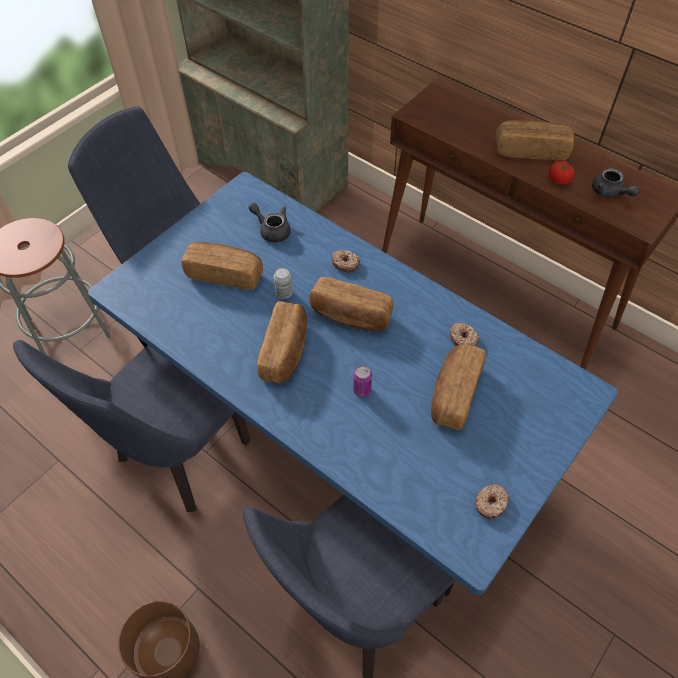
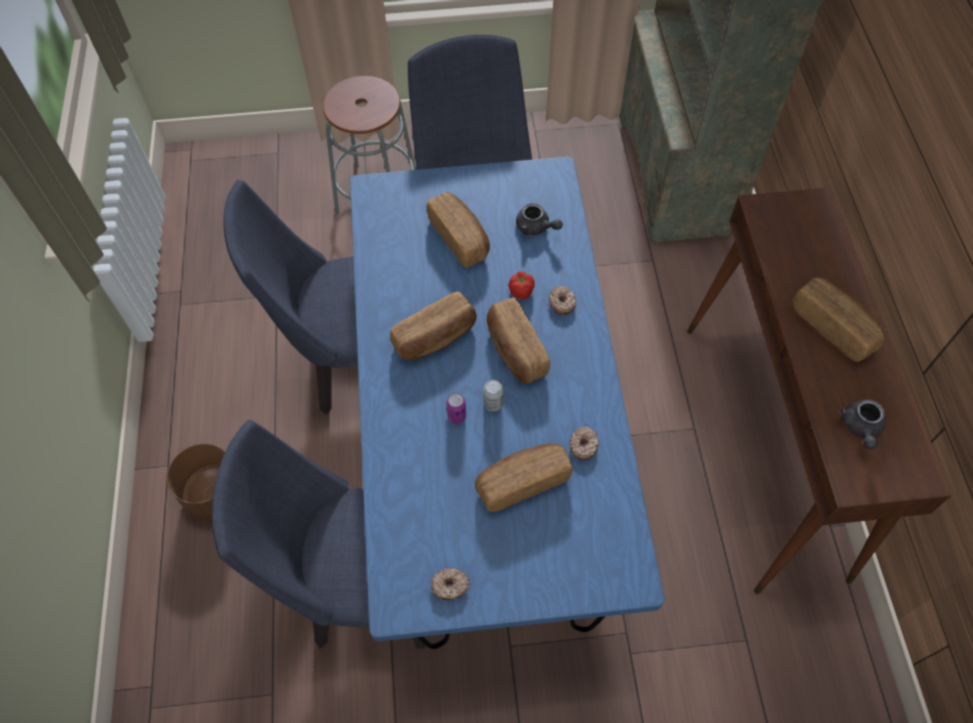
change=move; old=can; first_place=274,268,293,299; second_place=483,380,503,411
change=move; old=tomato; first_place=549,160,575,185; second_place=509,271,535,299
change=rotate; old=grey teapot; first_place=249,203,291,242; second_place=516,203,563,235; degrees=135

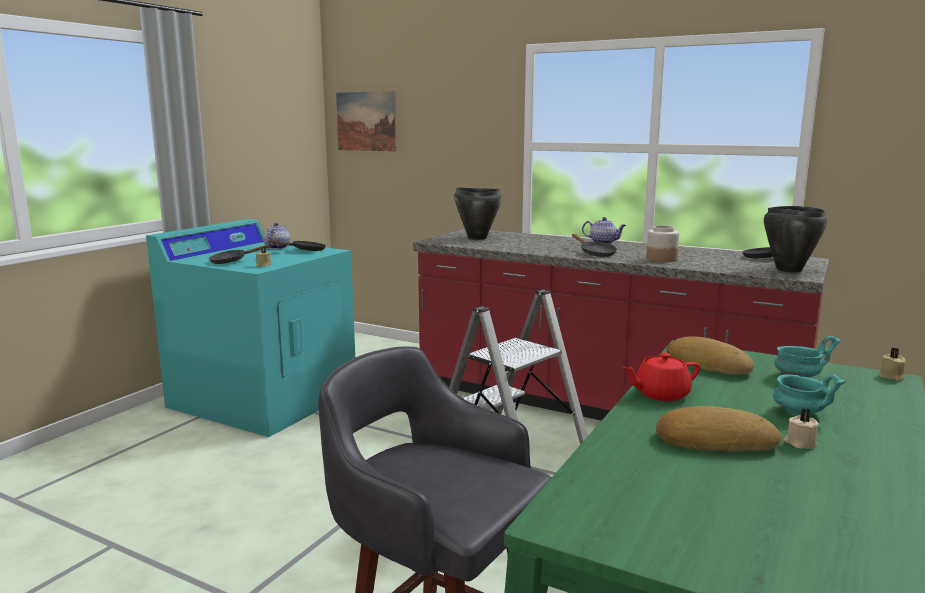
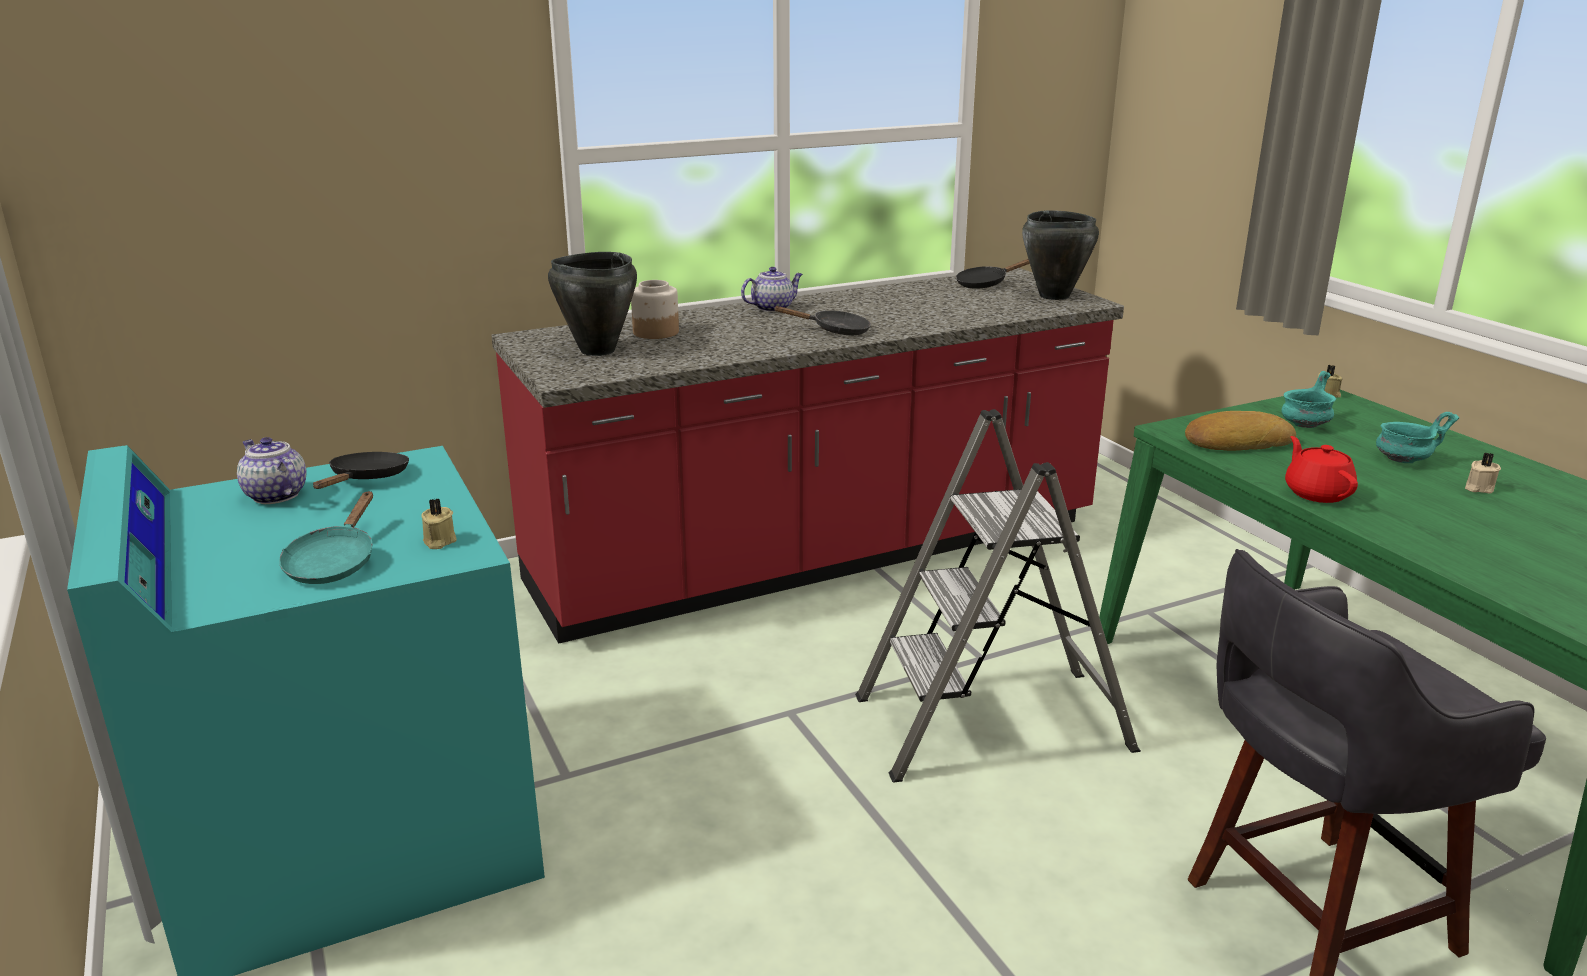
change=recolor; old=black frying pan; new=turquoise frying pan; first_place=209,244,271,264; second_place=279,491,373,584
change=move; old=jar; first_place=646,225,679,262; second_place=631,280,679,339
change=rotate; old=red teapot; first_place=623,353,700,401; second_place=1285,436,1358,503; degrees=150
change=delete; old=picture; first_place=336,91,397,152
change=delete; old=bread; first_place=656,406,781,452

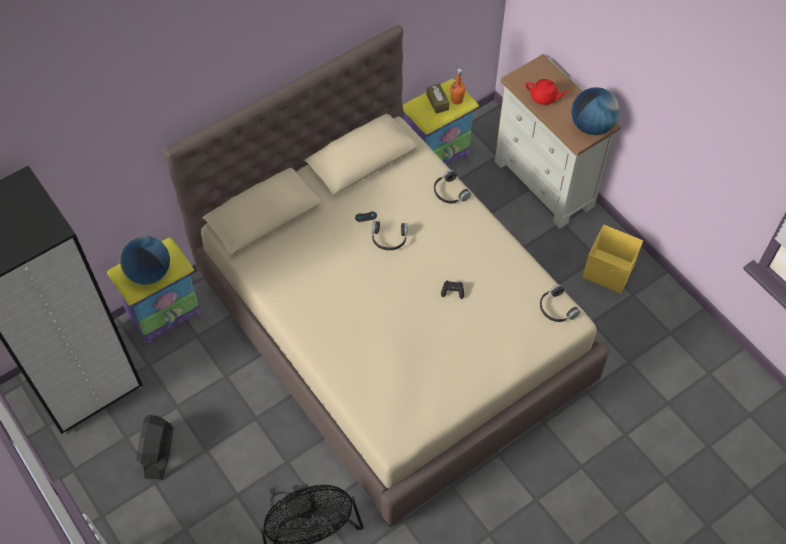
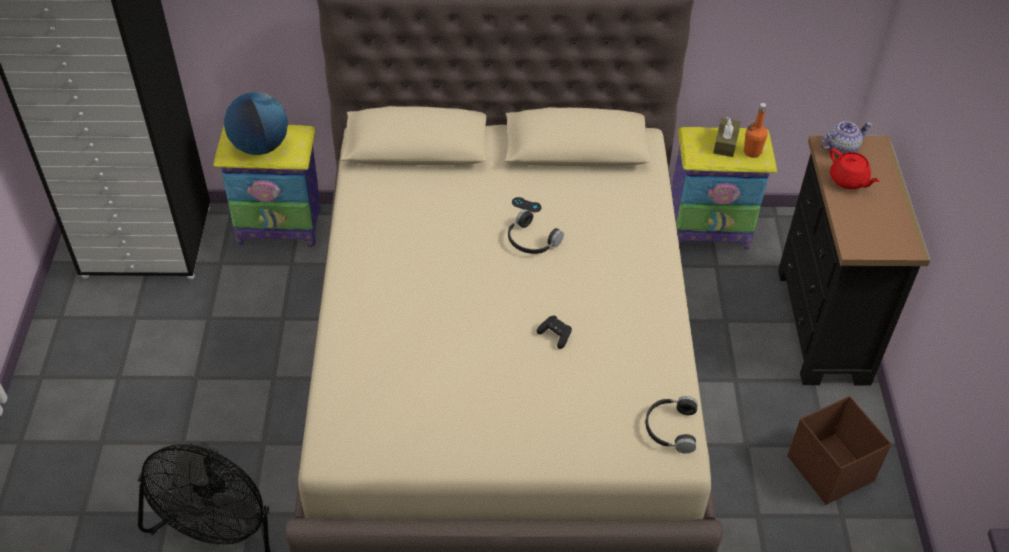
change=recolor; old=white dresser; new=black dresser; first_place=495,54,621,229; second_place=778,135,930,386
change=recolor; old=yellow storage box; new=brown storage box; first_place=582,225,643,293; second_place=788,396,892,505
change=insert; new=teapot; second_place=820,122,872,155
change=delete; old=black fan; first_place=136,415,173,480
change=delete; old=black headphones; first_place=434,170,471,204
change=delete; old=globe; first_place=571,87,620,135

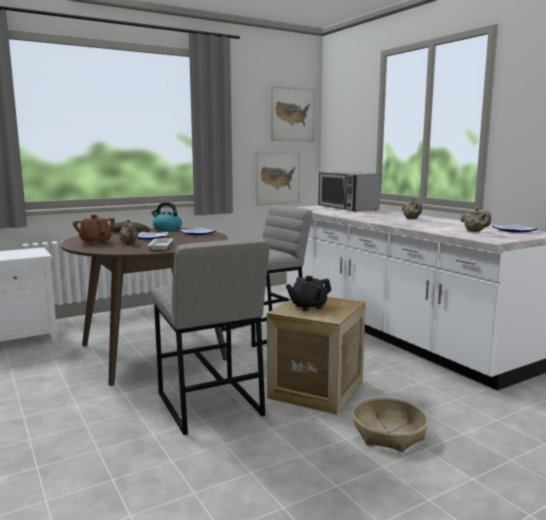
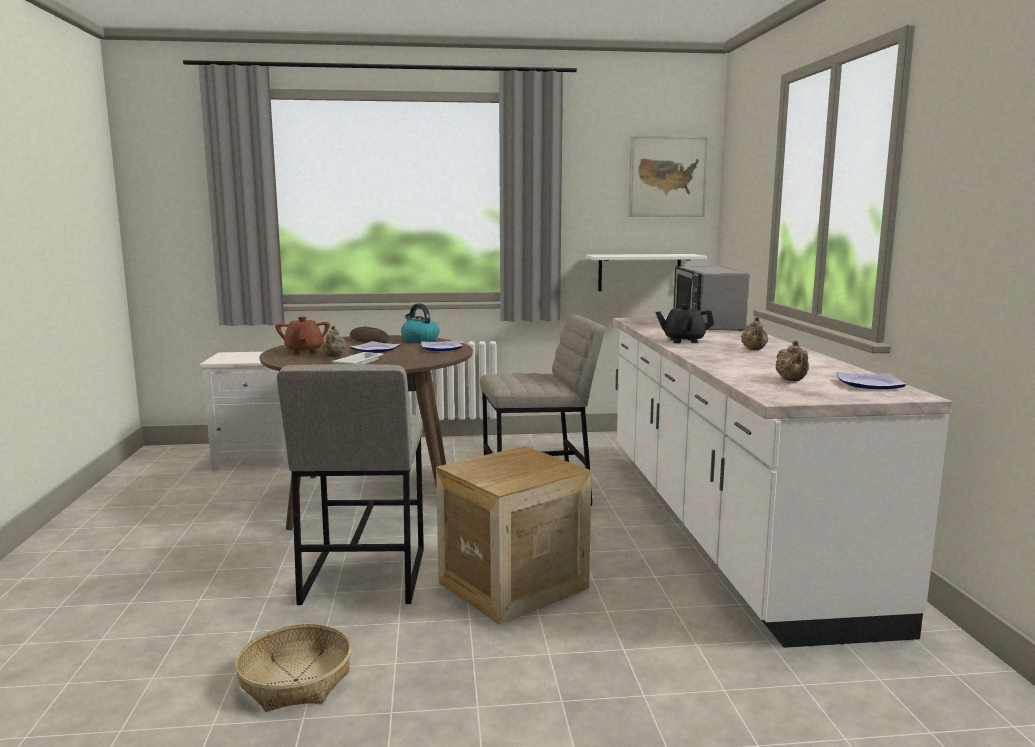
change=move; old=basket; first_place=353,398,428,452; second_place=235,624,352,712
change=replace; old=picture; new=white shelf; first_place=255,152,300,206; second_place=585,254,707,291
change=move; old=black teapot; first_place=286,276,331,311; second_place=655,304,714,343

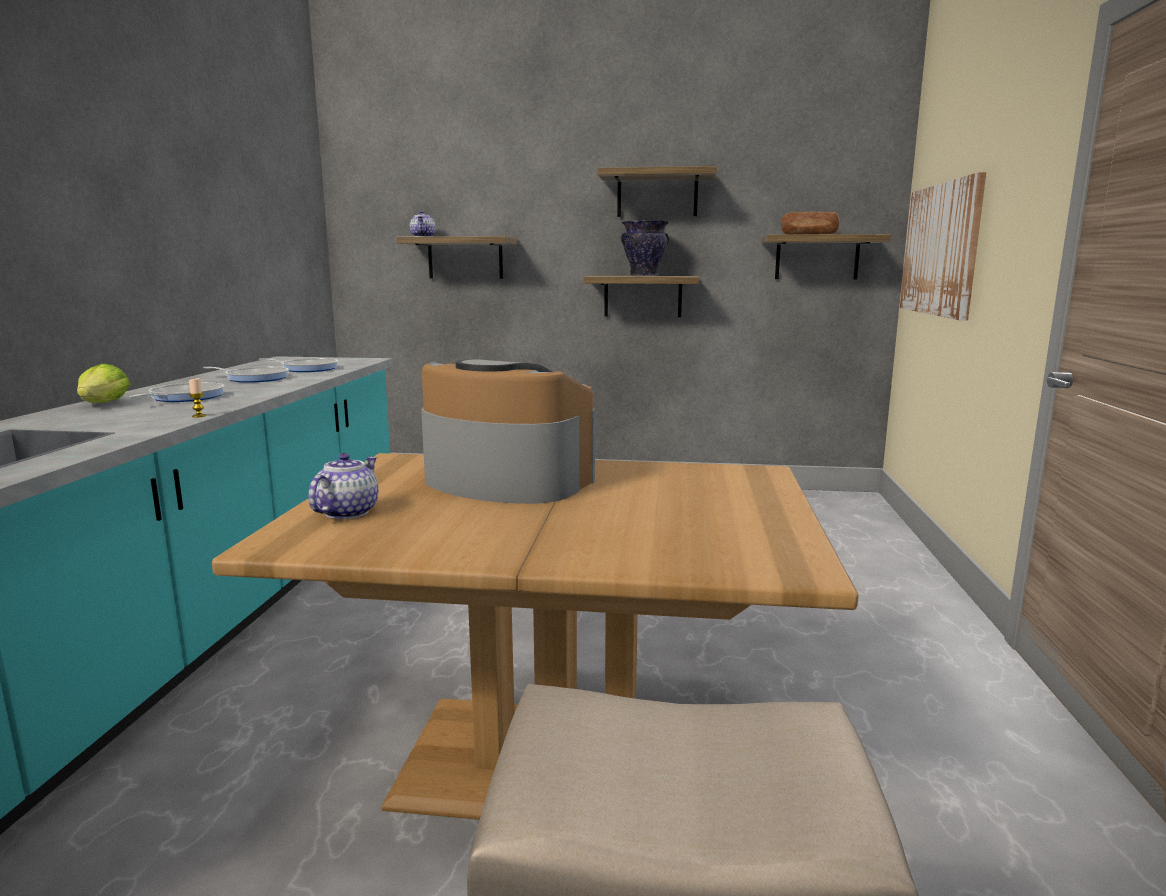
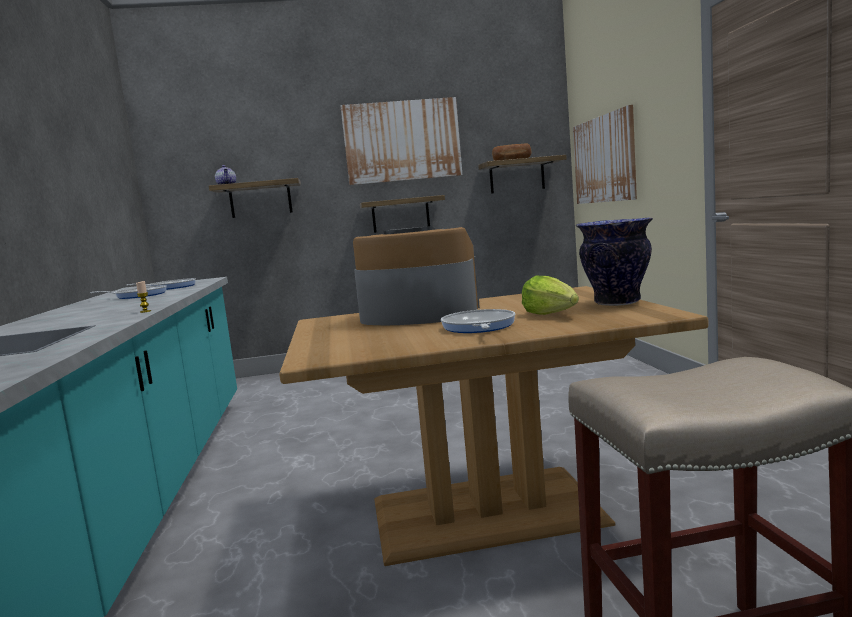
change=replace; old=shelf; new=picture; first_place=597,166,717,217; second_place=340,97,462,185
change=move; old=frying pan; first_place=129,382,224,402; second_place=441,309,515,333
change=move; old=lettuce; first_place=77,364,130,403; second_place=522,276,579,315
change=move; old=vase; first_place=621,220,669,276; second_place=576,217,653,306
change=delete; old=teapot; first_place=308,453,379,519

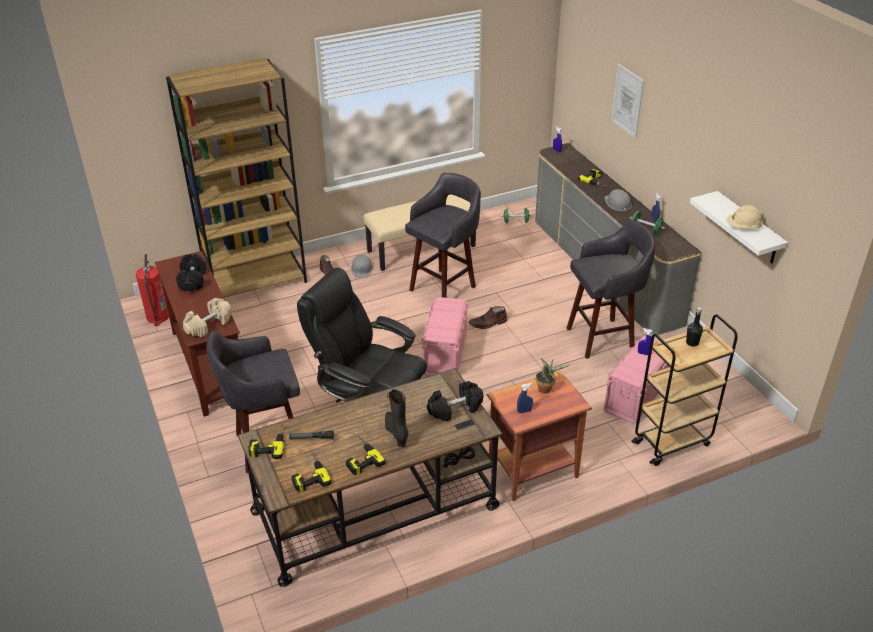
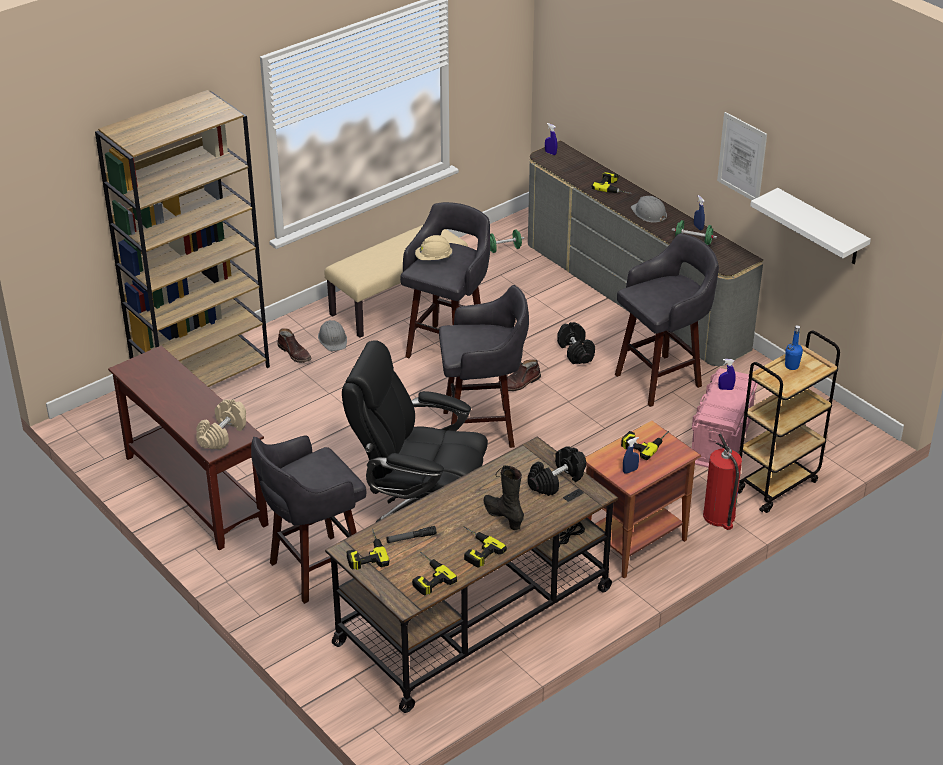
change=move; old=beige hard hat; first_place=727,205,763,228; second_place=415,235,453,260
change=replace; old=pink storage box; new=grey stool; first_place=421,297,469,377; second_place=439,285,529,448
change=move; old=black dumbbell; first_place=176,254,206,291; second_place=557,322,595,364
change=replace; old=potted plant; new=power drill; first_place=536,358,570,394; second_place=621,431,669,460
change=move; old=fire extinguisher; first_place=136,254,169,326; second_place=703,434,742,530
change=move; old=picture; first_place=611,64,644,139; second_place=717,112,767,200
change=recolor; old=black bottle; new=blue bottle; first_place=686,307,703,347; second_place=785,325,803,370

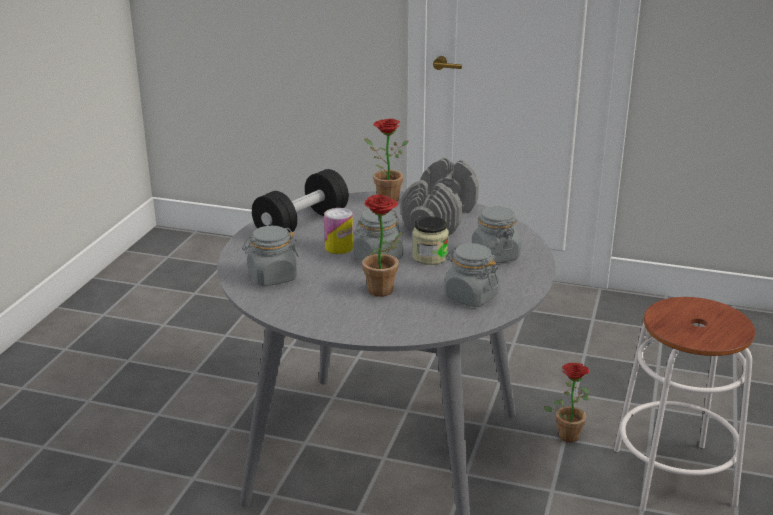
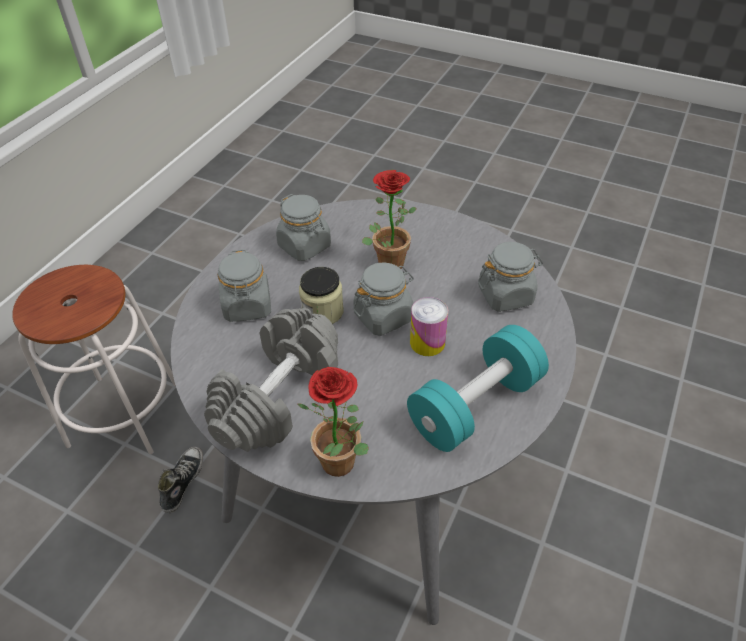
change=replace; old=potted plant; new=shoe; first_place=543,363,590,442; second_place=158,447,203,513
change=recolor; old=black dumbbell; new=turquoise dumbbell; first_place=252,169,349,232; second_place=407,325,549,452

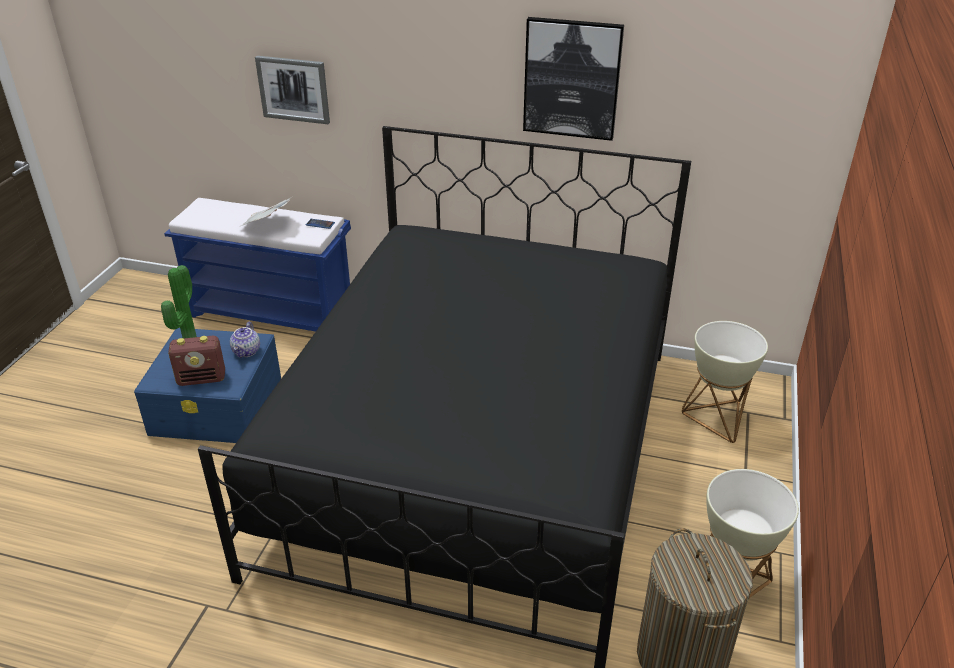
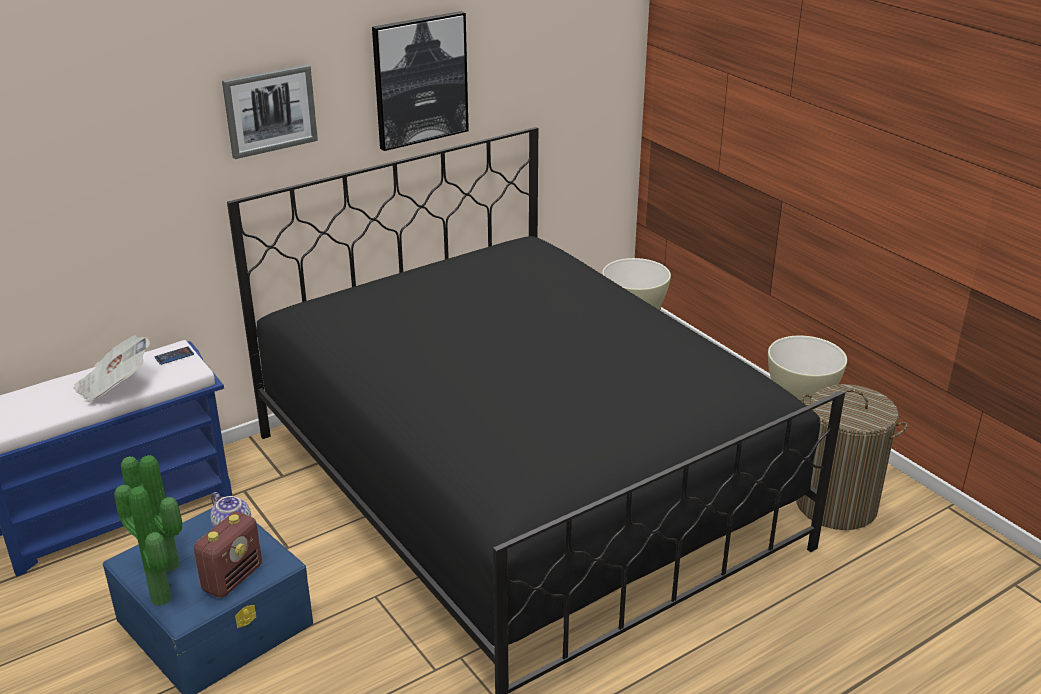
change=insert; new=potted plant; second_place=114,485,171,606
change=move; old=picture; first_place=255,56,330,124; second_place=222,64,318,159

